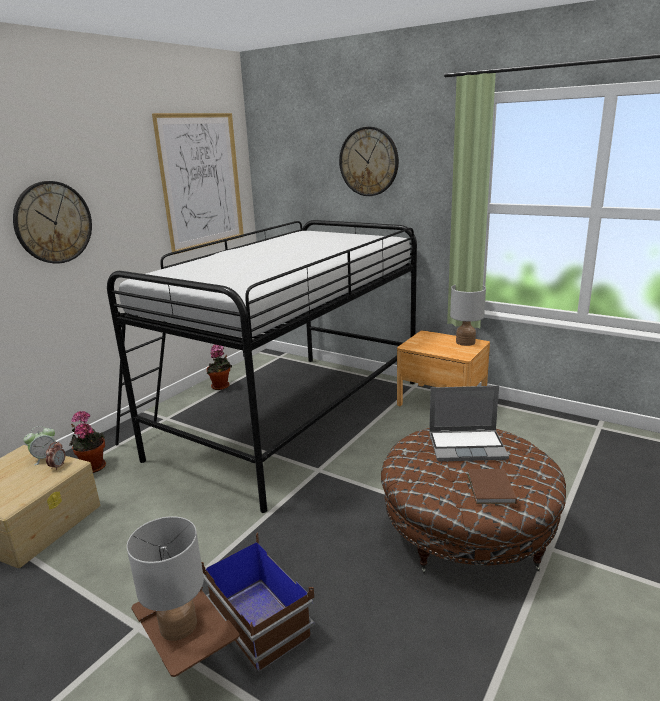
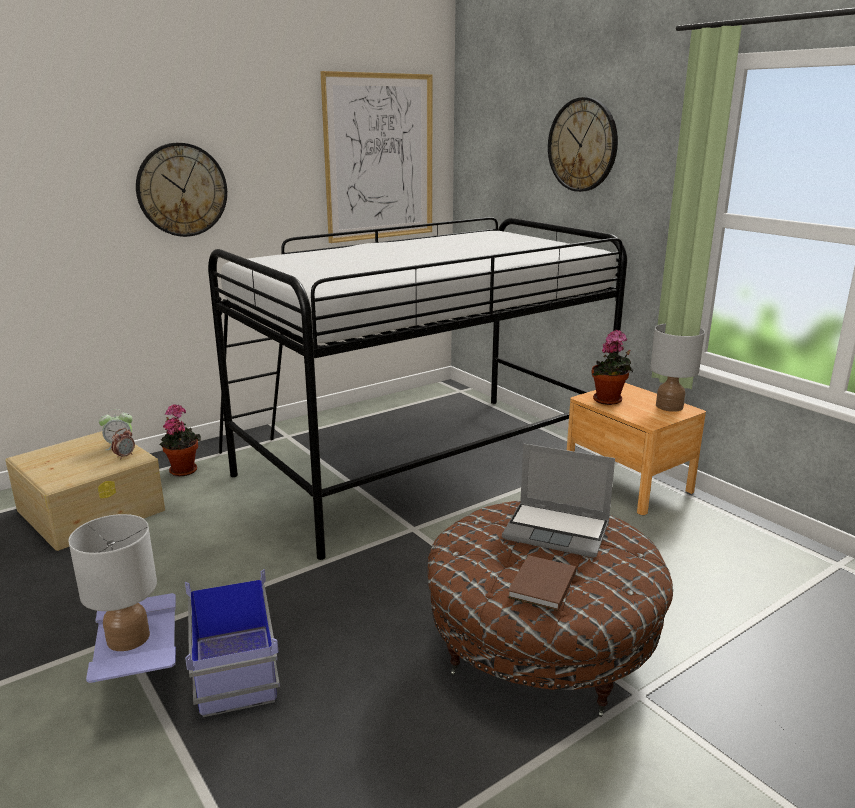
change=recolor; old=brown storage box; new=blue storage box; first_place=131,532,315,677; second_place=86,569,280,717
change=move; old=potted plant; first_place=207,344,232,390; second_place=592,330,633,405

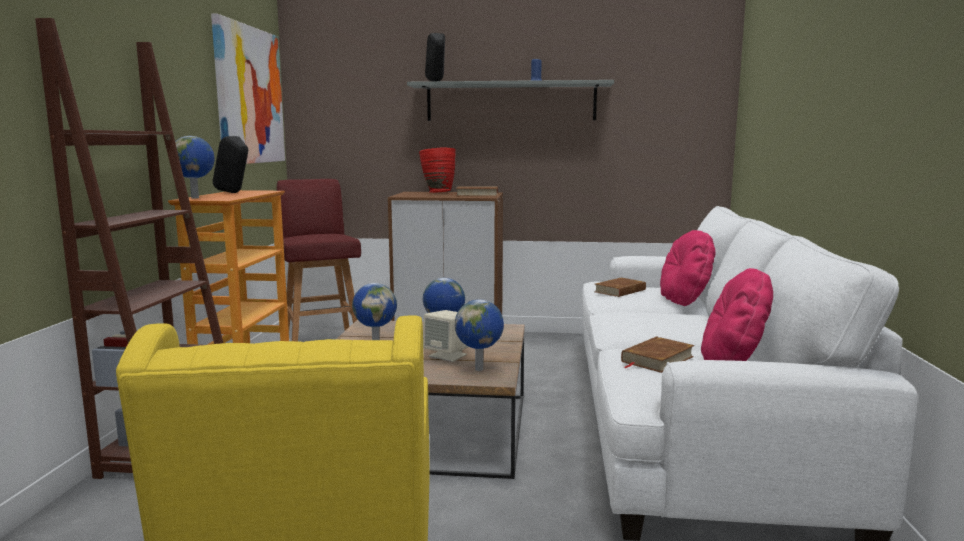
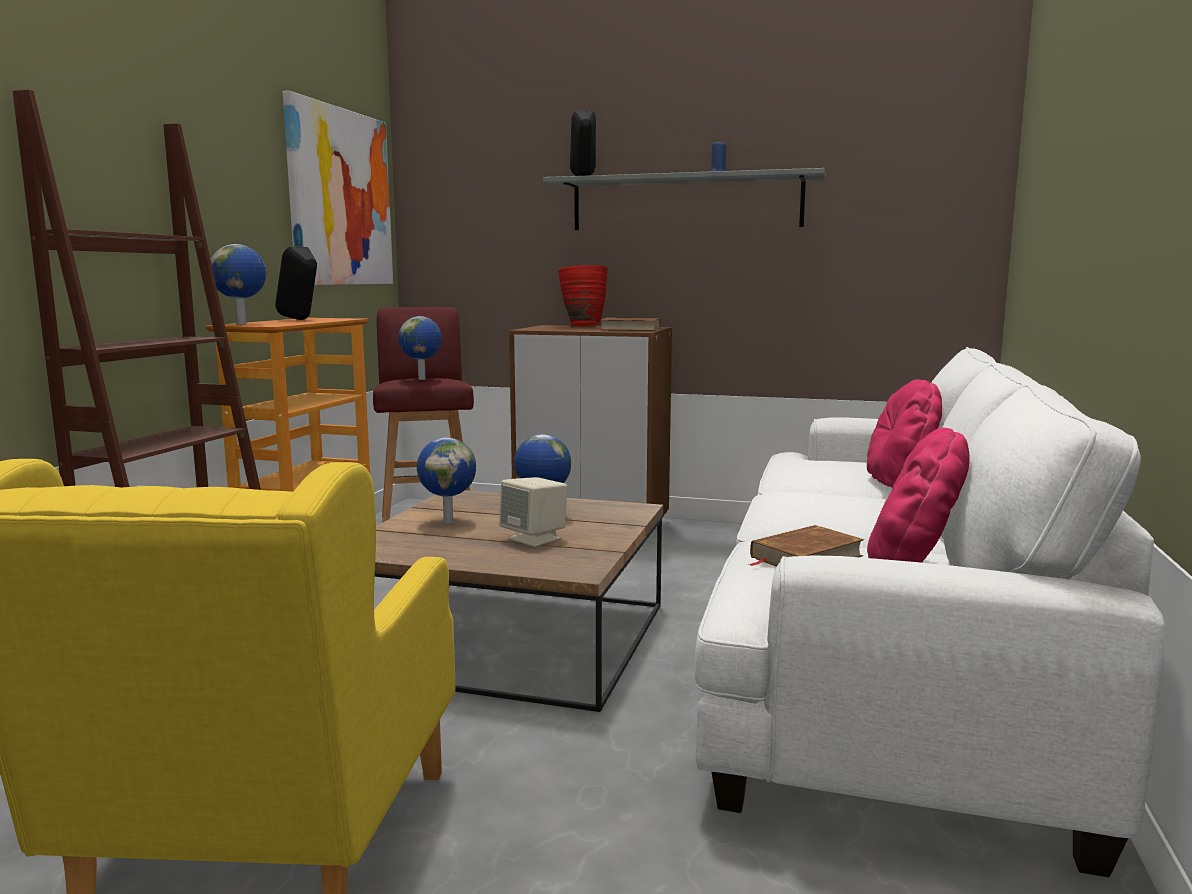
change=move; old=globe; first_place=455,300,504,371; second_place=398,316,442,380
change=delete; old=brown book; first_place=595,278,646,297

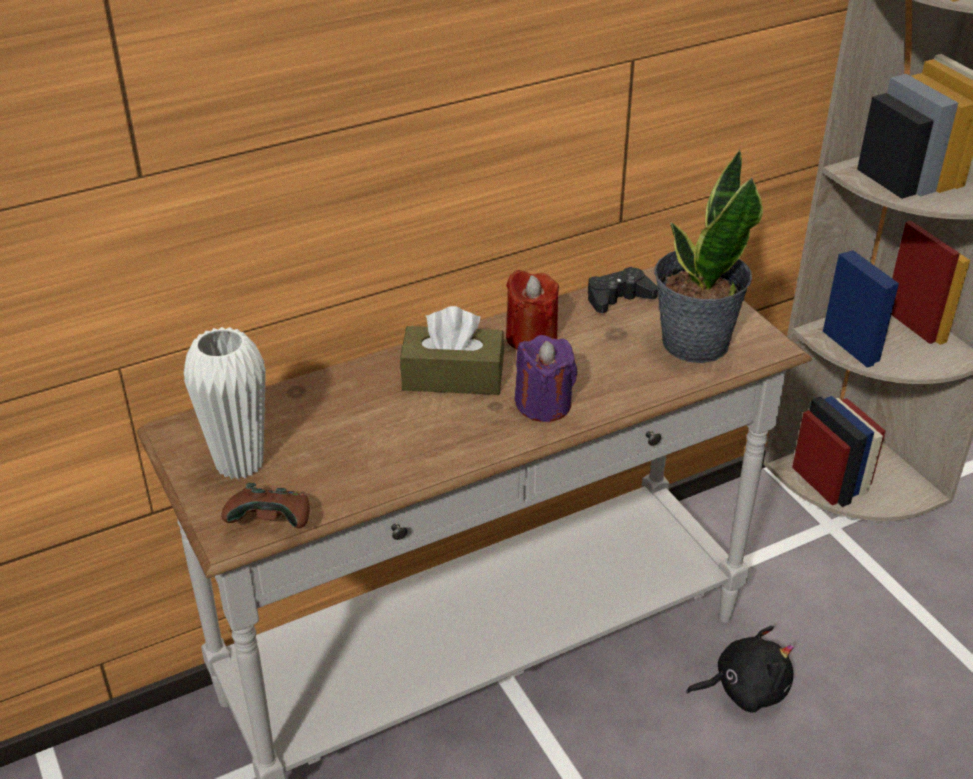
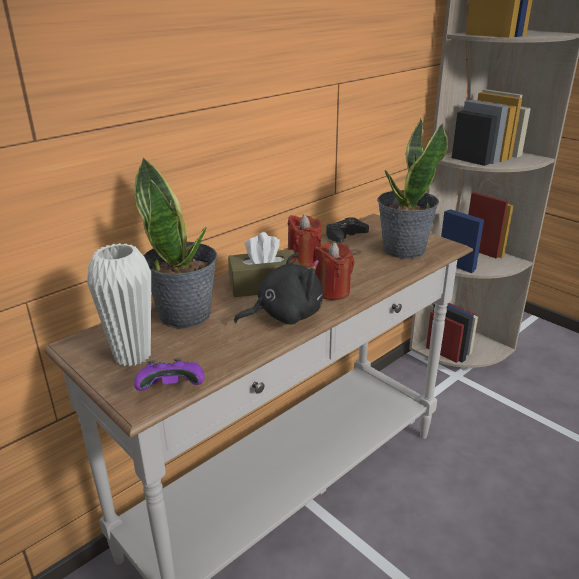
change=insert; new=potted plant; second_place=134,157,217,328
change=recolor; old=brown game controller; new=purple game controller; first_place=221,483,309,528; second_place=134,358,204,391
change=move; old=black plush toy; first_place=686,626,794,712; second_place=234,252,323,325
change=recolor; old=purple candle; new=red candle; first_place=515,335,577,422; second_place=313,242,354,300

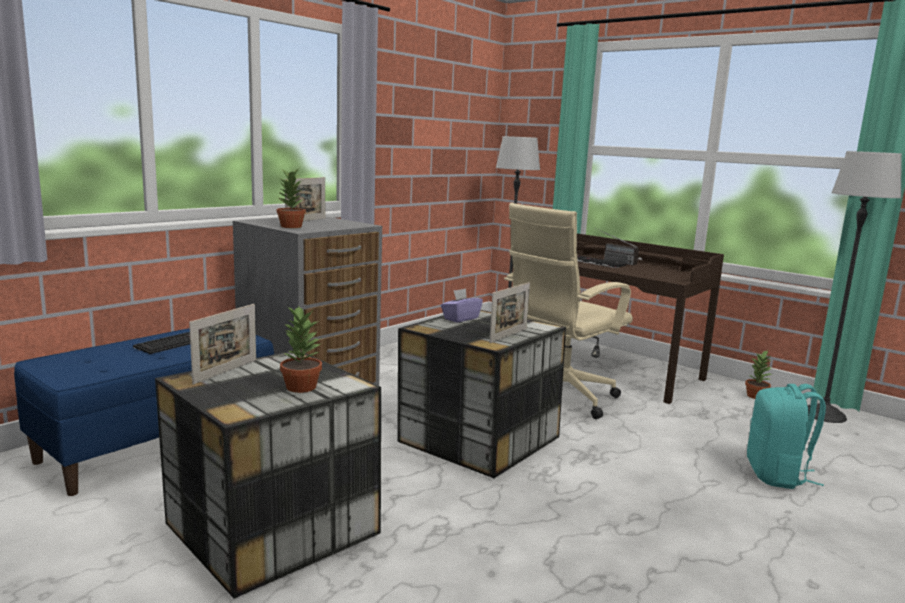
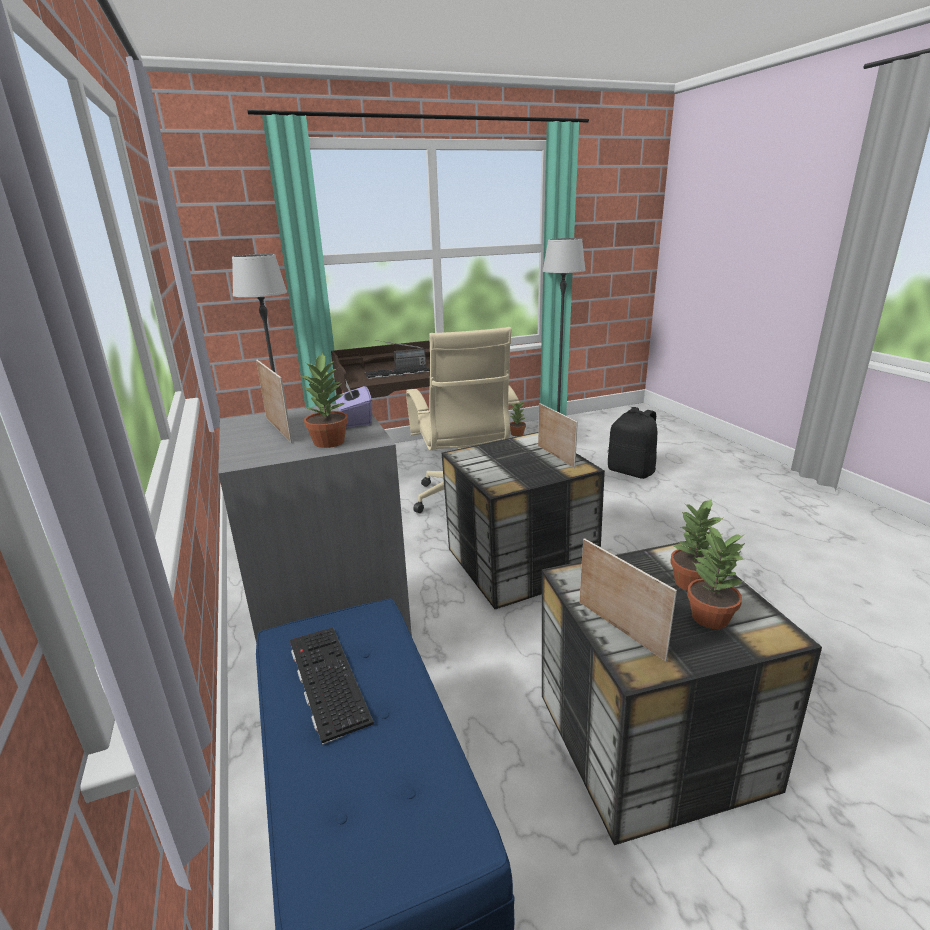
change=move; old=purple tissue box; first_place=441,288,483,322; second_place=336,381,372,427
change=recolor; old=turquoise backpack; new=black backpack; first_place=747,384,826,489; second_place=608,407,657,479
change=insert; new=potted plant; second_place=687,525,745,629

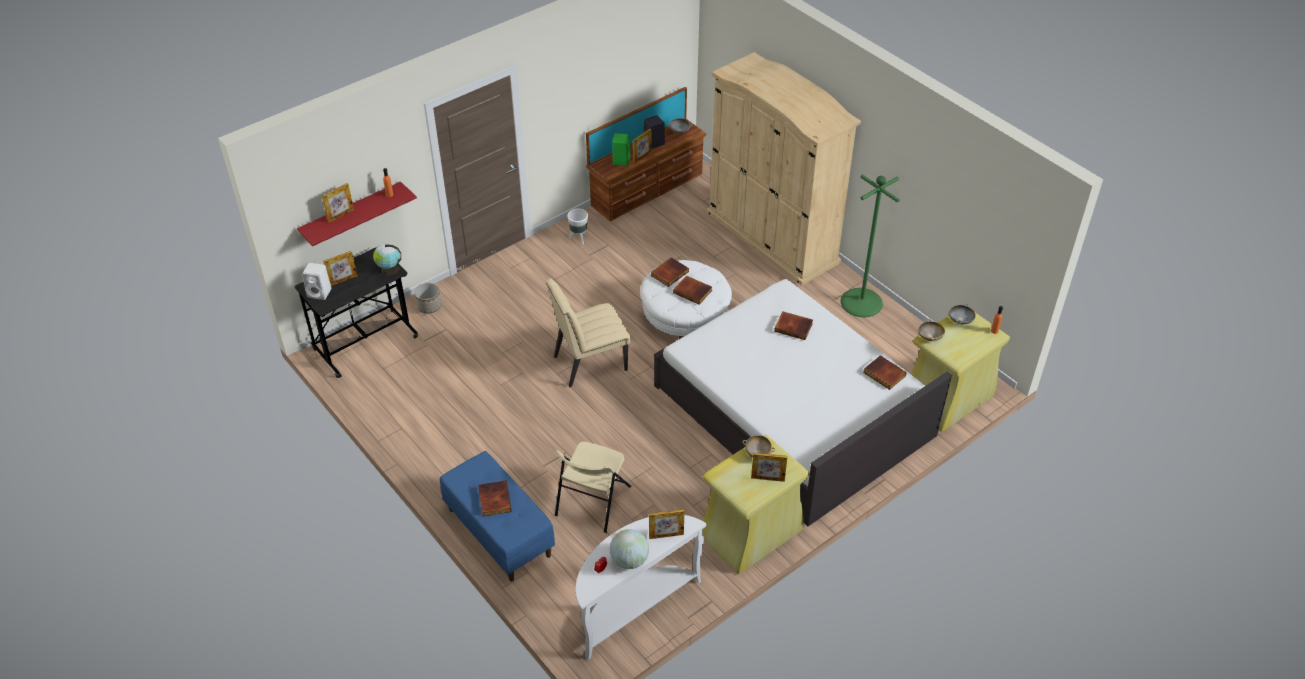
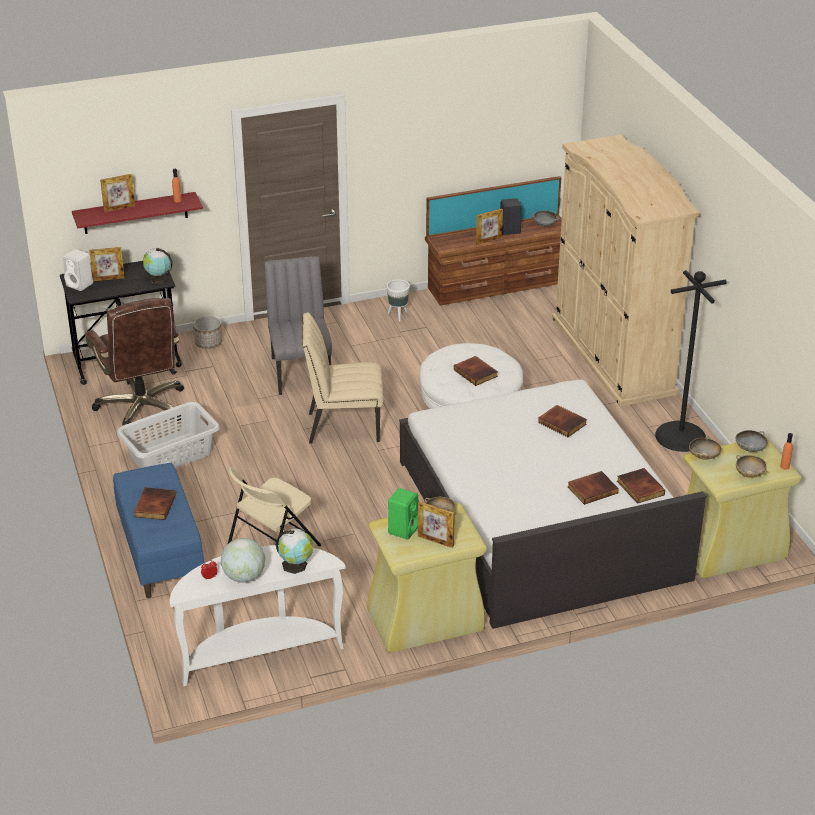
change=insert; new=brown office chair; second_place=85,298,184,426
change=insert; new=grey laundry basket; second_place=117,402,220,468
change=insert; new=grey chair; second_place=264,256,332,395
change=replace; old=picture frame; new=globe; first_place=649,509,685,539; second_place=275,529,313,574
change=move; old=green speaker; first_place=612,133,631,166; second_place=388,488,419,540
change=move; old=book; first_place=651,257,689,287; second_place=568,471,619,505
change=recolor; old=green clothes rack; new=black clothes rack; first_place=841,174,900,317; second_place=655,270,727,452
change=insert; new=beige bowl; second_place=736,455,767,478

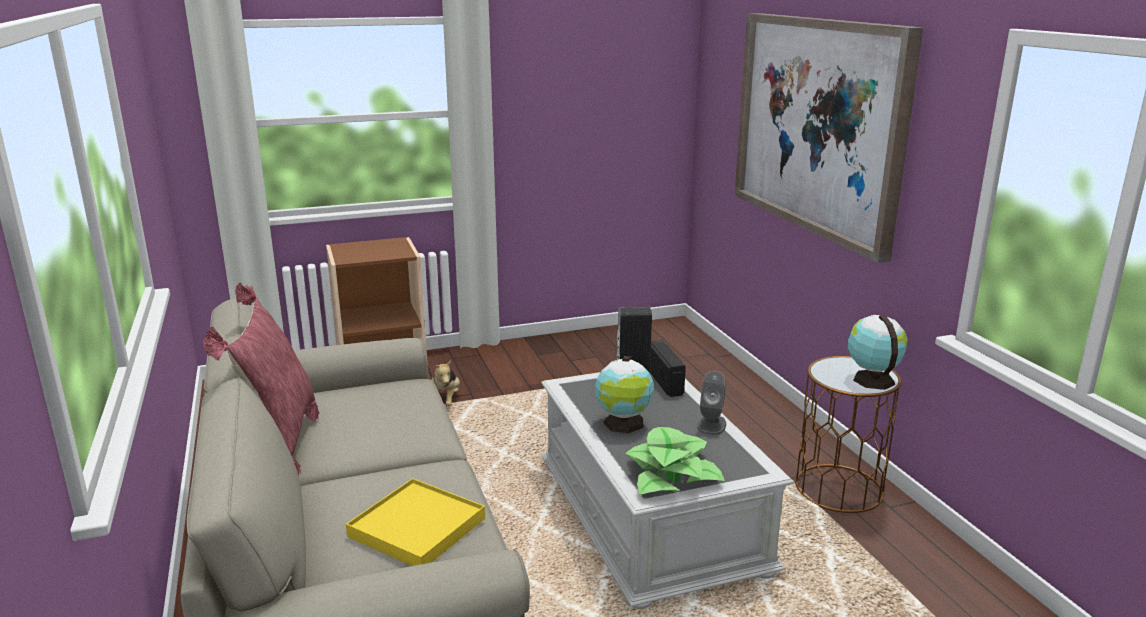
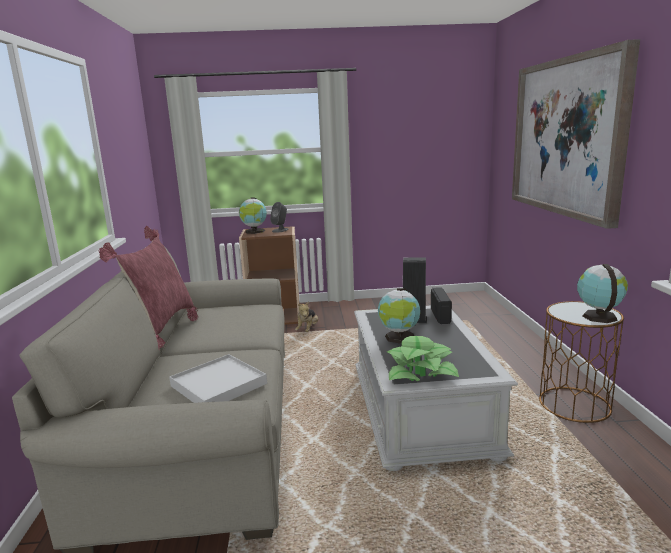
change=recolor; old=yellow tray; new=white tray; first_place=346,478,485,566; second_place=169,354,267,403
change=insert; new=globe; second_place=239,198,267,234
change=move; old=grey speaker; first_place=698,371,726,435; second_place=270,202,289,233

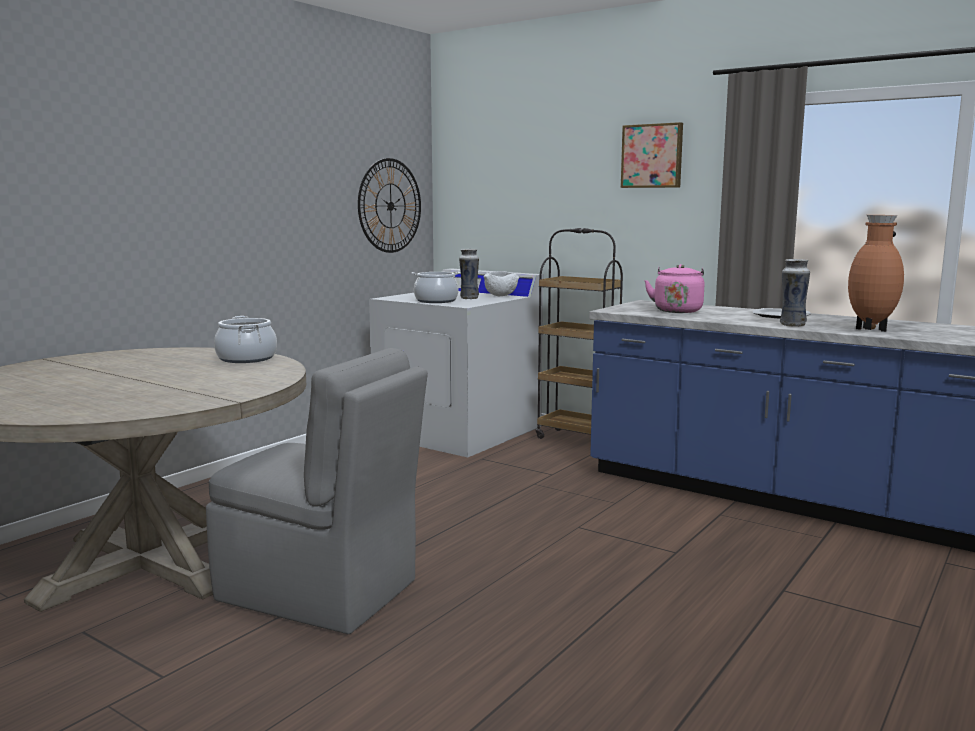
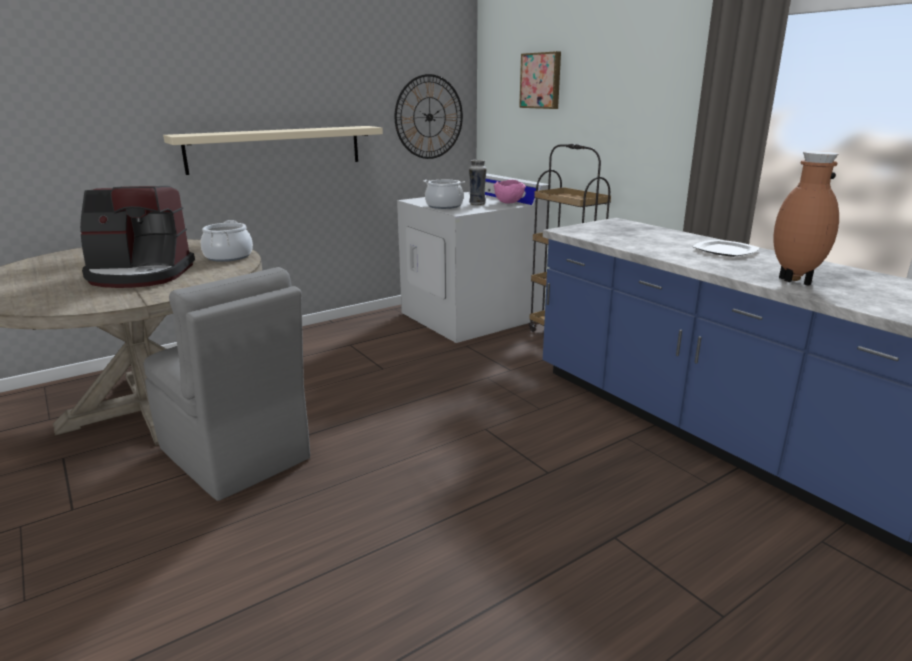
change=insert; new=coffee machine; second_place=80,186,195,288
change=insert; new=beige shelf; second_place=163,126,383,175
change=recolor; old=white bowl; new=pink bowl; first_place=484,271,519,296; second_place=494,180,526,204
change=move; old=picture; first_place=621,122,683,188; second_place=519,51,561,109
change=delete; old=pink kettle; first_place=644,264,704,313
change=delete; old=vase; first_place=780,259,810,326

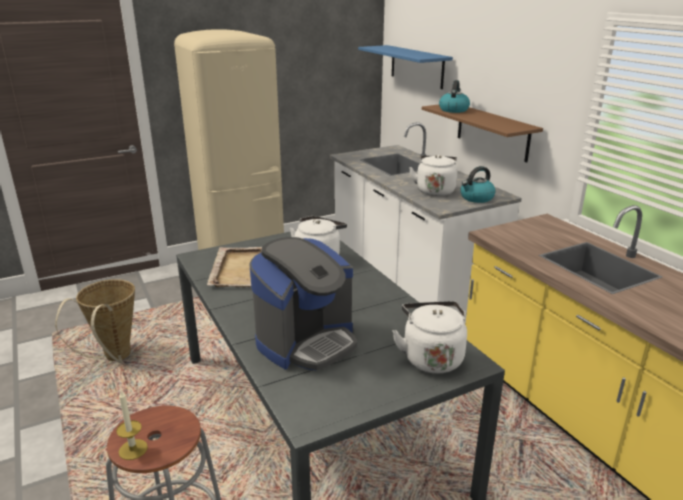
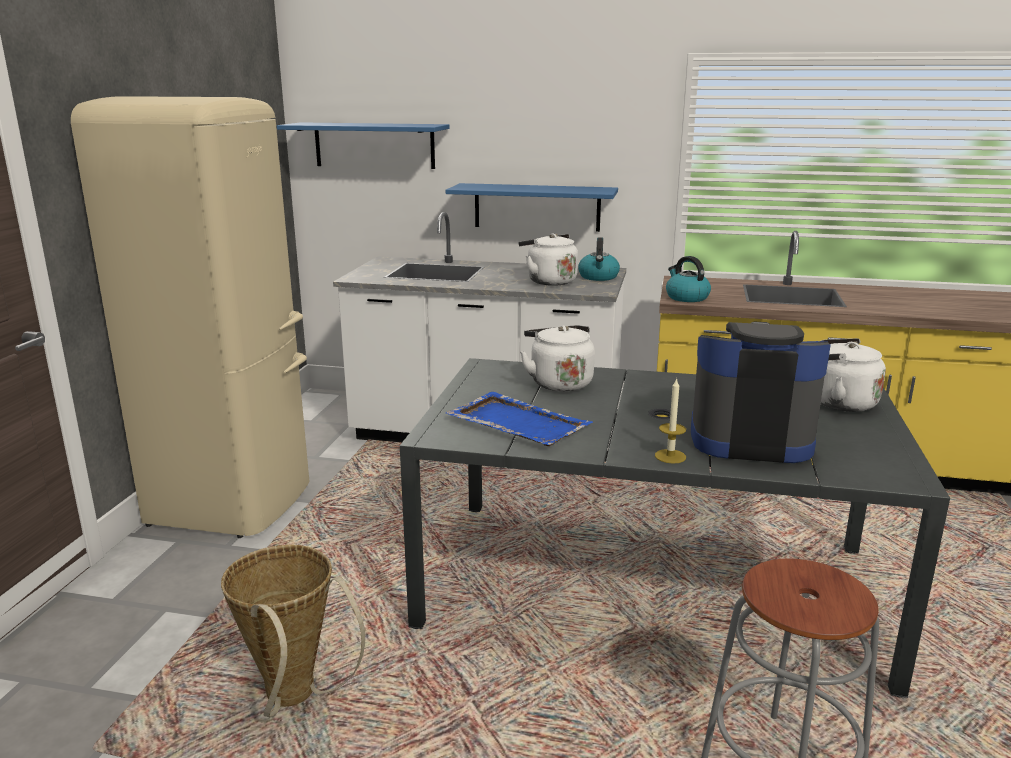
change=recolor; old=beige tray; new=blue tray; first_place=207,247,262,287; second_place=445,392,593,446
change=recolor; old=brown shelf; new=blue shelf; first_place=422,105,543,163; second_place=446,183,618,232
change=move; old=candle; first_place=116,391,148,460; second_place=655,378,686,464
change=move; old=kettle; first_place=439,80,470,113; second_place=666,256,711,302
change=rotate; old=coffee machine; first_place=249,237,357,370; second_place=691,322,831,463; degrees=-75

